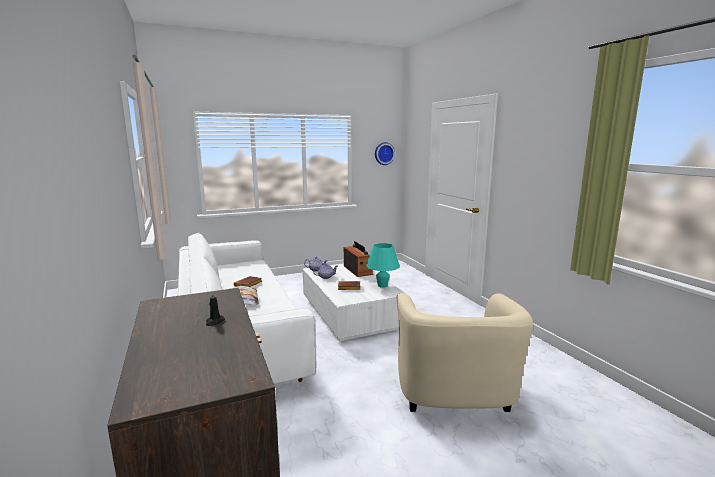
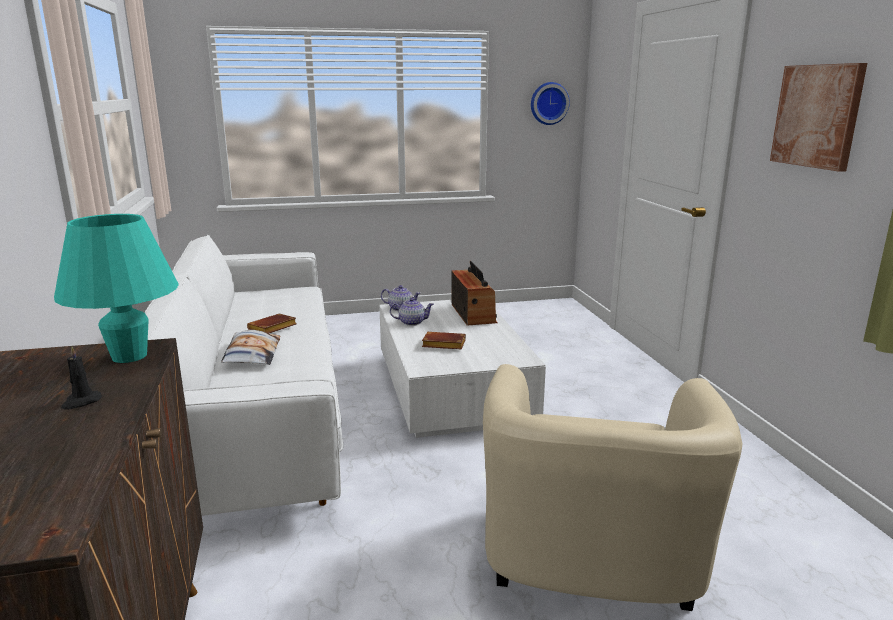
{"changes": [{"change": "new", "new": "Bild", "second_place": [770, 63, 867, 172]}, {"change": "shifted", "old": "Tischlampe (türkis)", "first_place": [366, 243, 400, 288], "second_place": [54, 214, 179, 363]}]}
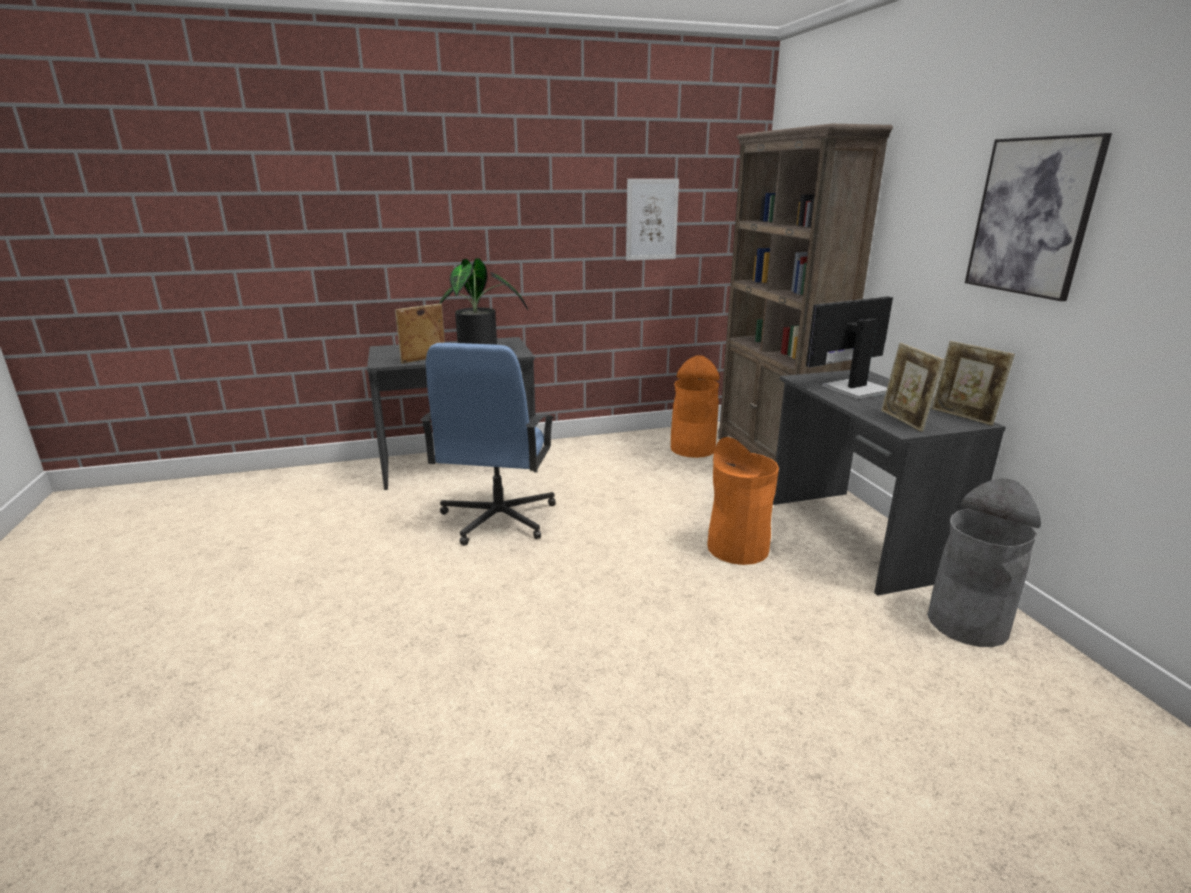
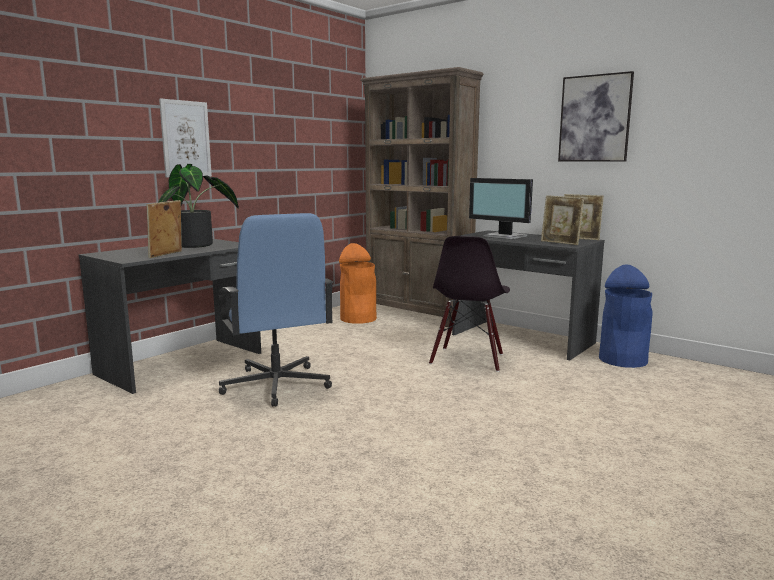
{"changes": [{"change": "shifted", "old": "Bild", "first_place": [626, 179, 679, 261], "second_place": [159, 98, 212, 178]}, {"change": "swapped", "old": "Mülleimer (orange)", "new": "Stuhl (schwarz)", "first_place": [707, 437, 779, 565], "second_place": [429, 236, 510, 372]}, {"change": "repainted", "old": "Mülleimer (grau)", "new": "Mülleimer (blau)", "first_place": [927, 478, 1041, 647], "second_place": [599, 265, 653, 368]}, {"change": "rotated", "old": "Monitor", "first_place": [806, 296, 893, 399], "second_place": [469, 178, 533, 239], "degrees": -75}]}
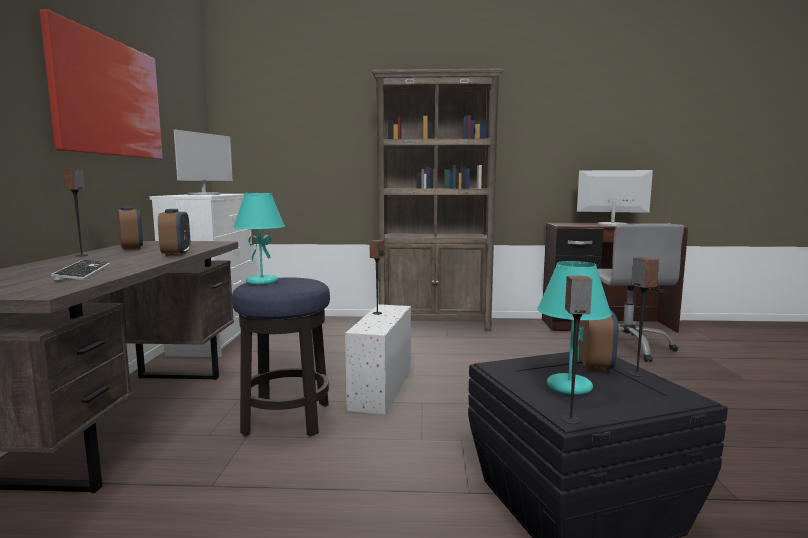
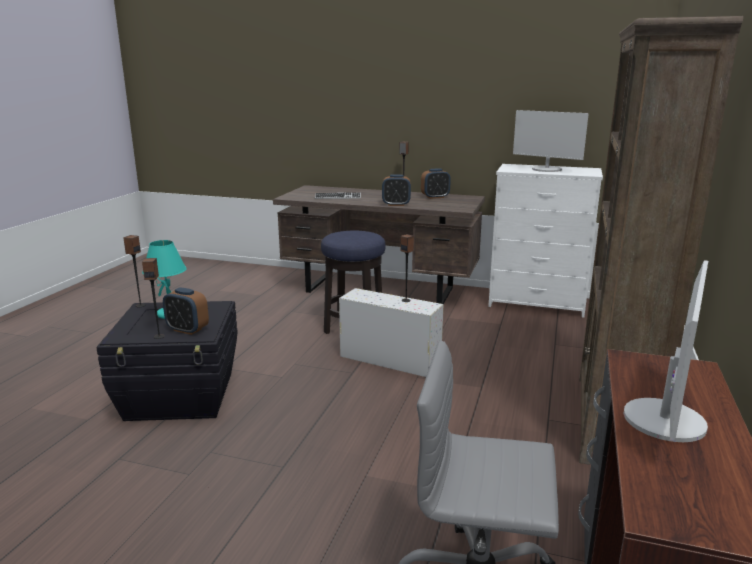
{"changes": [{"change": "gone", "old": "Bild", "first_place": [40, 9, 163, 159]}, {"change": "gone", "old": "Tischlampe (türkis)", "first_place": [233, 193, 285, 285]}]}
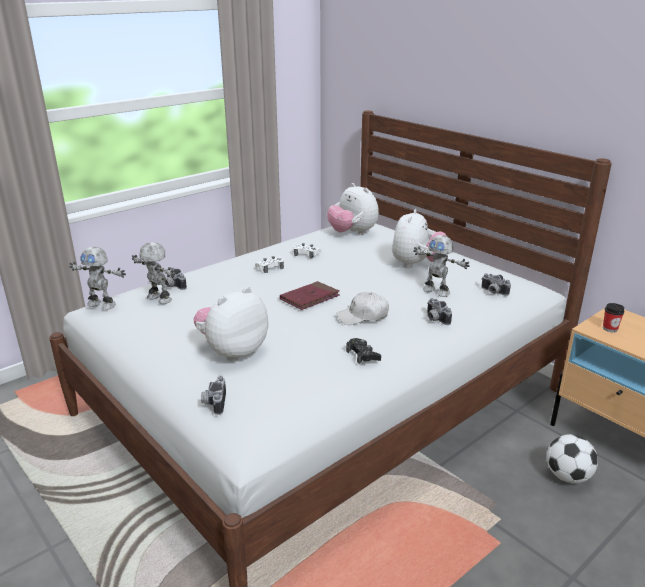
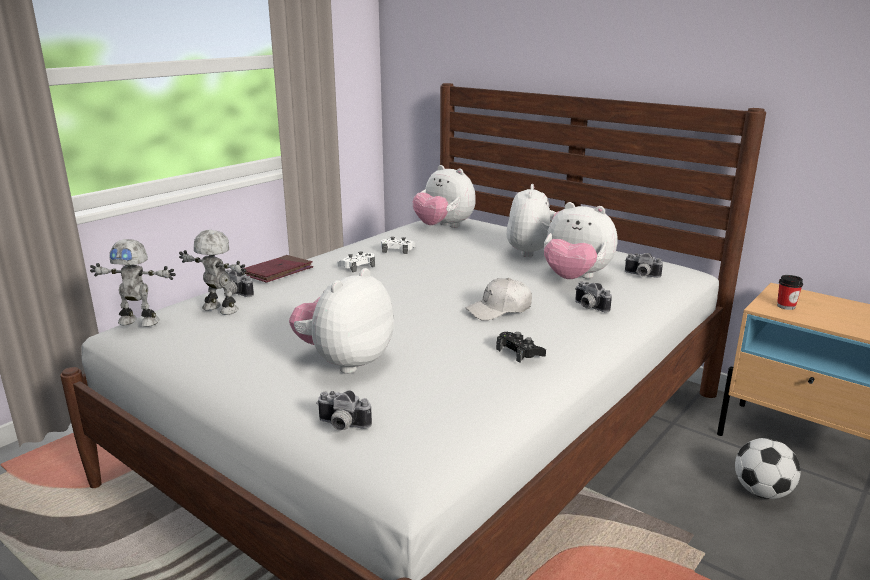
{"changes": [{"change": "shifted", "old": "Buch (rot)", "first_place": [280, 281, 340, 310], "second_place": [244, 255, 313, 282]}, {"change": "swapped", "old": "Spielzeugroboter", "new": "Plüschtier", "first_place": [413, 235, 470, 297], "second_place": [544, 202, 618, 279]}, {"change": "rotated", "old": "Kamera", "first_place": [201, 376, 226, 415], "second_place": [316, 390, 372, 430], "degrees": -60}]}
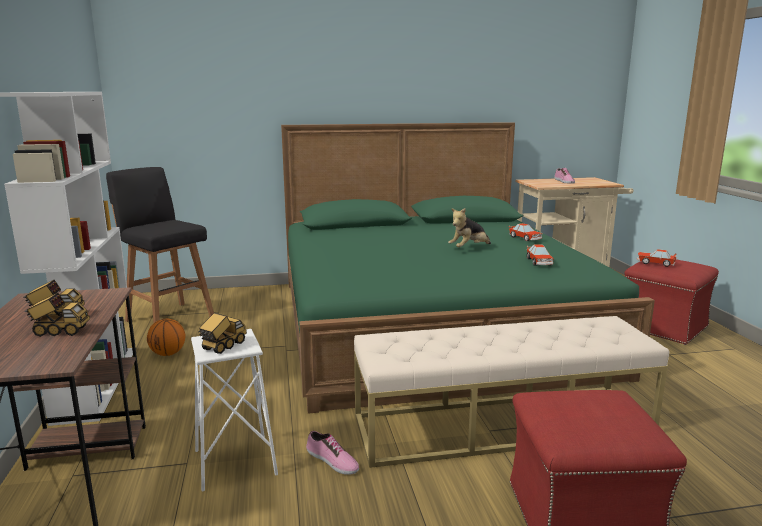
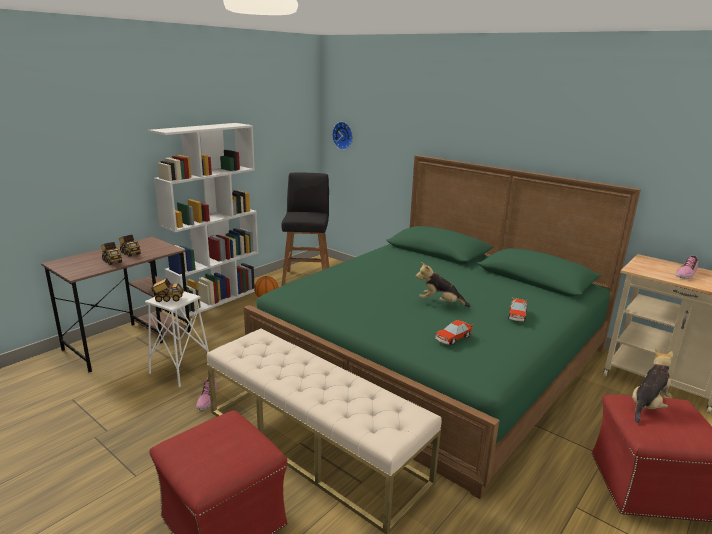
{"changes": [{"change": "new", "new": "Wanduhr", "second_place": [332, 122, 353, 150]}, {"change": "swapped", "old": "Spielzeugauto", "new": "Plüschtier", "first_place": [637, 249, 676, 267], "second_place": [632, 349, 673, 423]}]}
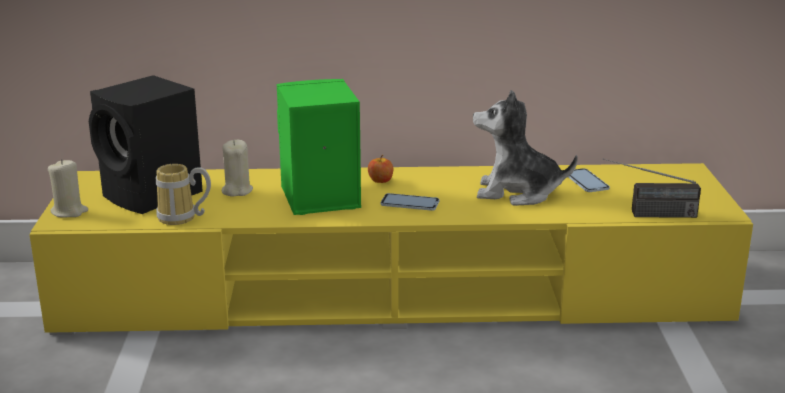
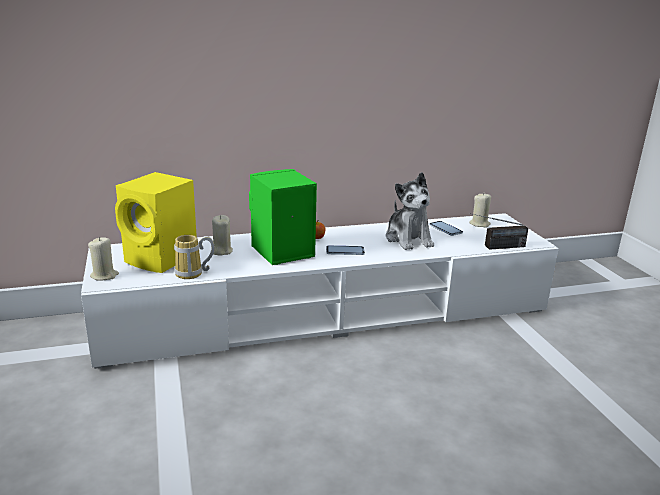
{"changes": [{"change": "new", "new": "Kerze (beige)", "second_place": [469, 193, 491, 227]}, {"change": "repainted", "old": "Fernsehschrank (gelb)", "new": "Fernsehschrank (weiß)", "first_place": [29, 163, 753, 335], "second_place": [81, 213, 559, 369]}, {"change": "repainted", "old": "Lautsprecher (schwarz)", "new": "Lautsprecher (gelb)", "first_place": [89, 75, 203, 214], "second_place": [115, 172, 197, 273]}, {"change": "rotated", "old": "Plüschtier", "first_place": [473, 90, 578, 206], "second_place": [386, 172, 434, 250], "degrees": -105}]}
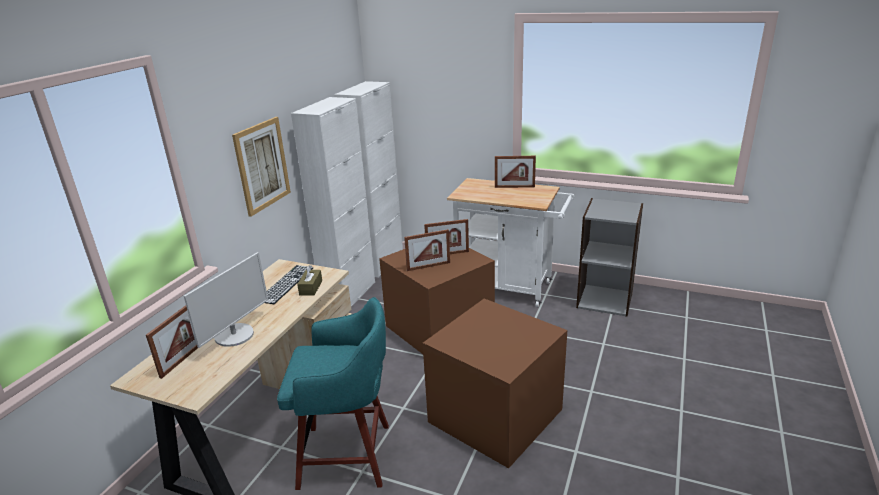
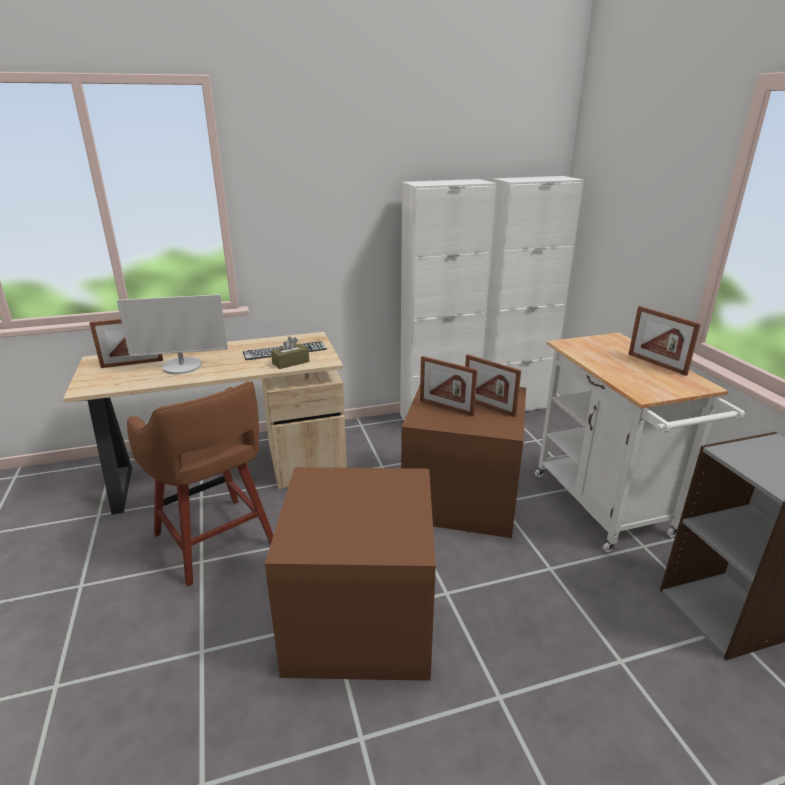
{"changes": [{"change": "gone", "old": "Bild", "first_place": [232, 117, 291, 217]}, {"change": "repainted", "old": "Hocker (türkis)", "new": "Hocker (braun)", "first_place": [277, 297, 389, 490], "second_place": [127, 381, 273, 586]}]}
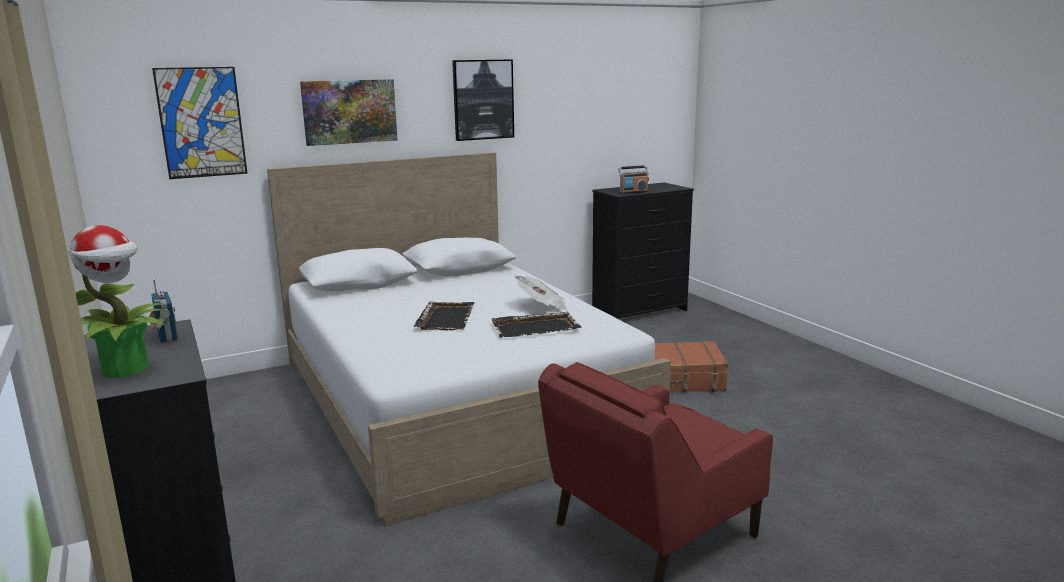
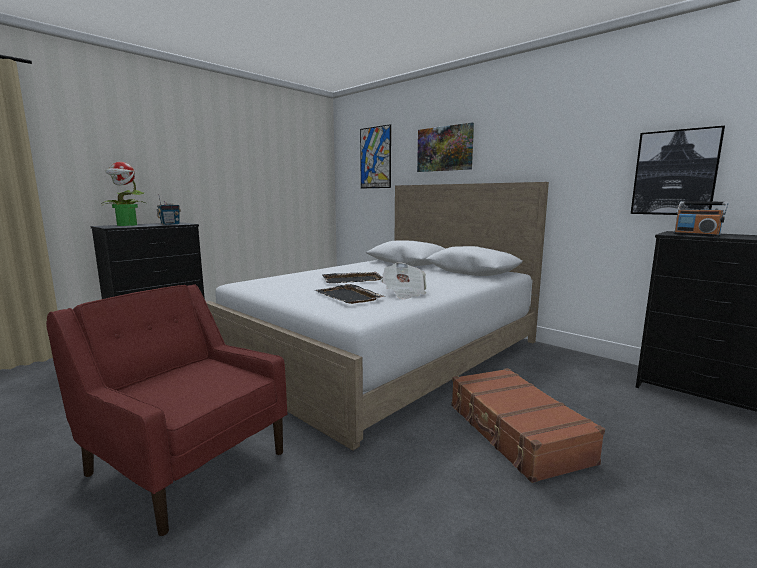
{"changes": [{"change": "shifted", "old": "Bild", "first_place": [452, 59, 514, 141], "second_place": [631, 126, 725, 215]}]}
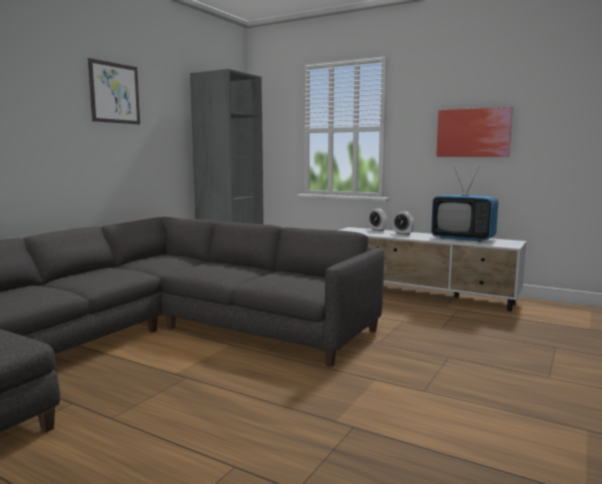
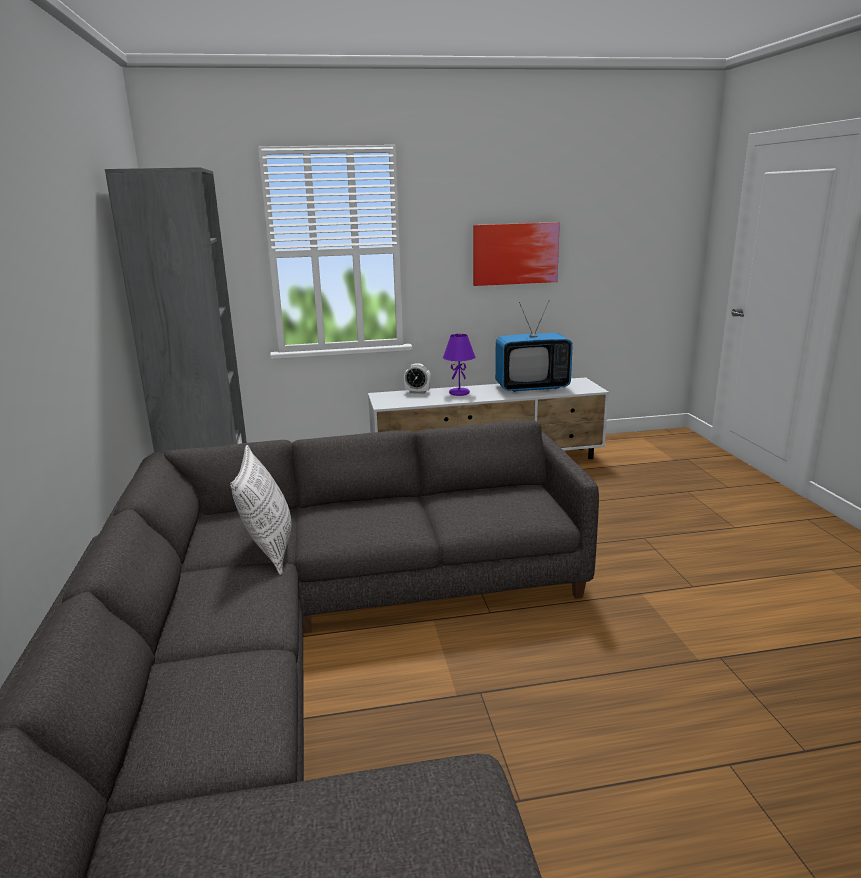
{"changes": [{"change": "gone", "old": "Bild", "first_place": [88, 58, 140, 124]}, {"change": "new", "new": "Kissen", "second_place": [230, 445, 291, 575]}, {"change": "swapped", "old": "Wecker", "new": "Tischlampe (lila)", "first_place": [393, 211, 414, 235], "second_place": [443, 334, 476, 396]}]}
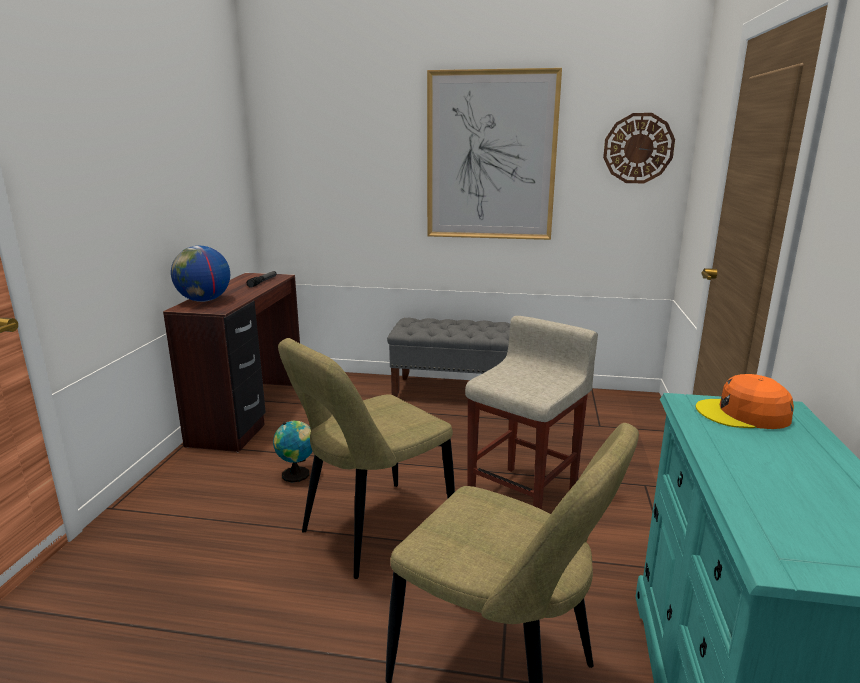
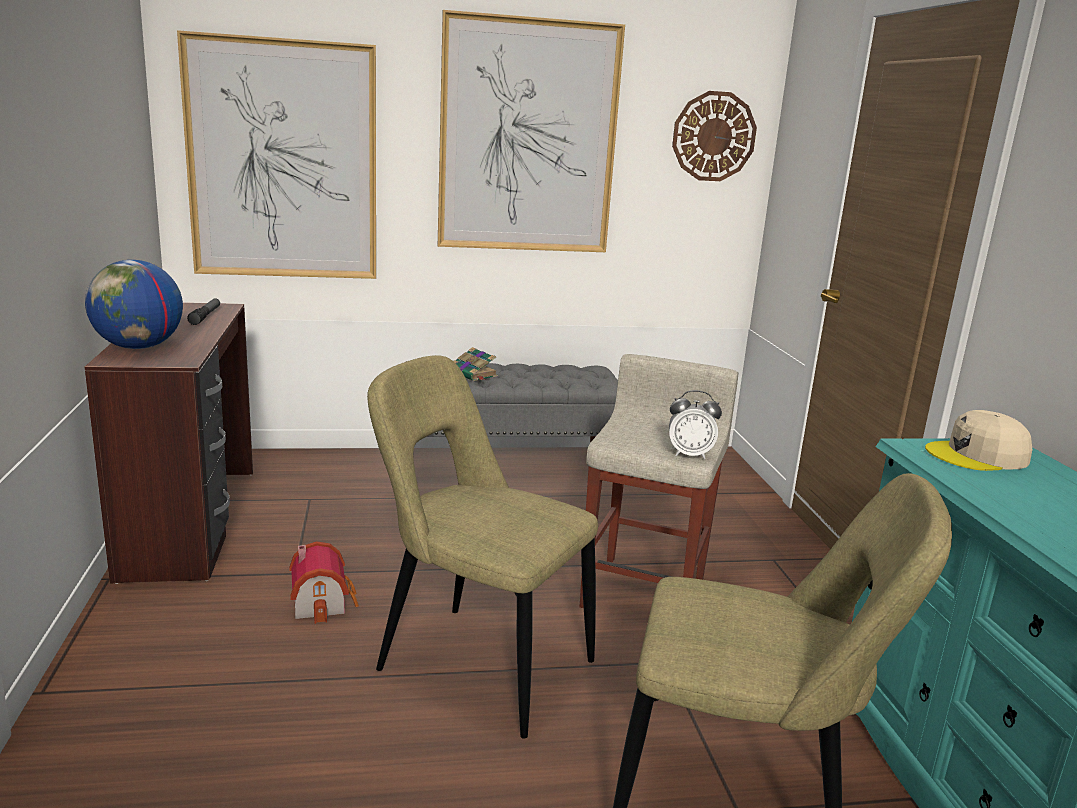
{"changes": [{"change": "new", "new": "Bild", "second_place": [177, 30, 376, 279]}, {"change": "new", "new": "Buch", "second_place": [454, 347, 498, 381]}, {"change": "new", "new": "Wecker", "second_place": [669, 390, 722, 459]}, {"change": "swapped", "old": "Globus", "new": "Spielzeughaus", "first_place": [273, 421, 313, 482], "second_place": [289, 541, 359, 624]}, {"change": "repainted", "old": "Kappe (orange)", "new": "Kappe (beige)", "first_place": [696, 374, 794, 429], "second_place": [925, 410, 1033, 471]}, {"change": "rotated", "old": "Stuhl (beige)", "first_place": [278, 338, 455, 579], "second_place": [367, 355, 598, 739], "degrees": 90}]}
